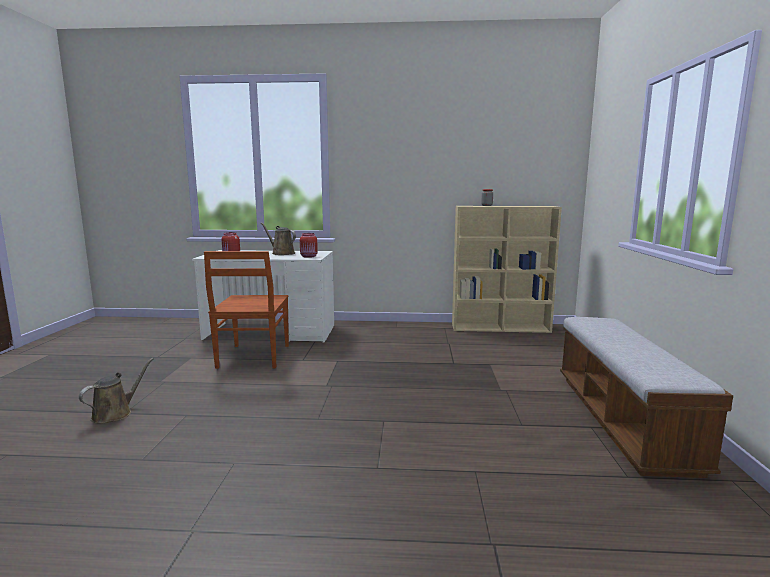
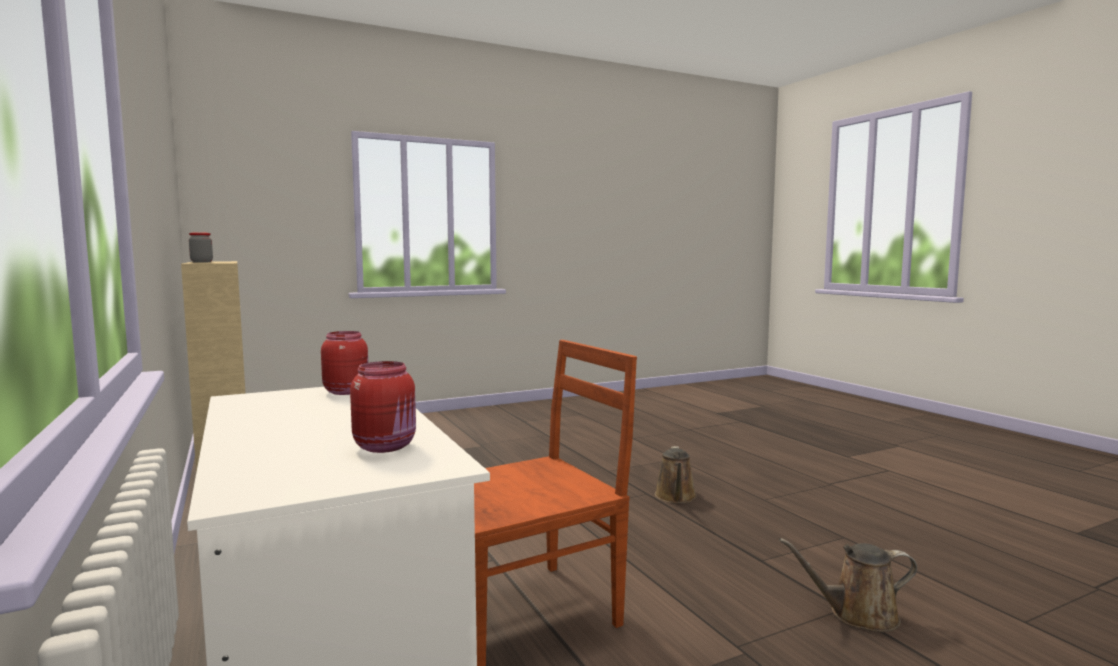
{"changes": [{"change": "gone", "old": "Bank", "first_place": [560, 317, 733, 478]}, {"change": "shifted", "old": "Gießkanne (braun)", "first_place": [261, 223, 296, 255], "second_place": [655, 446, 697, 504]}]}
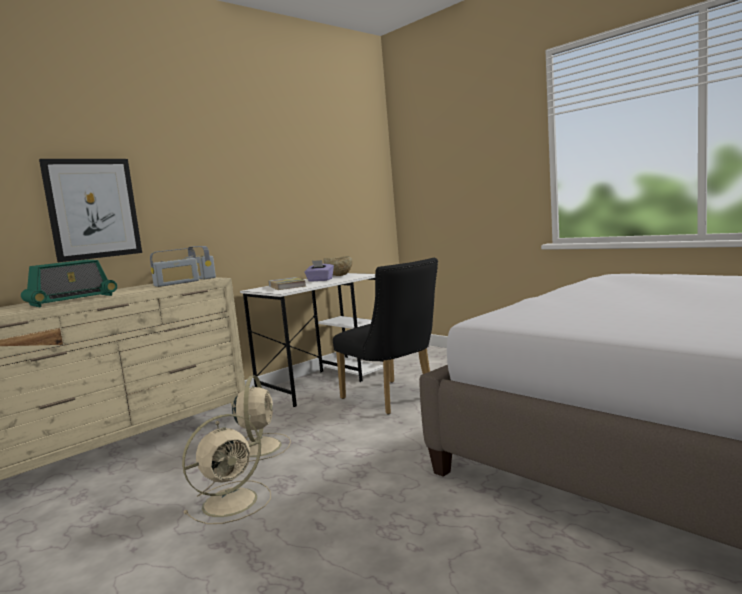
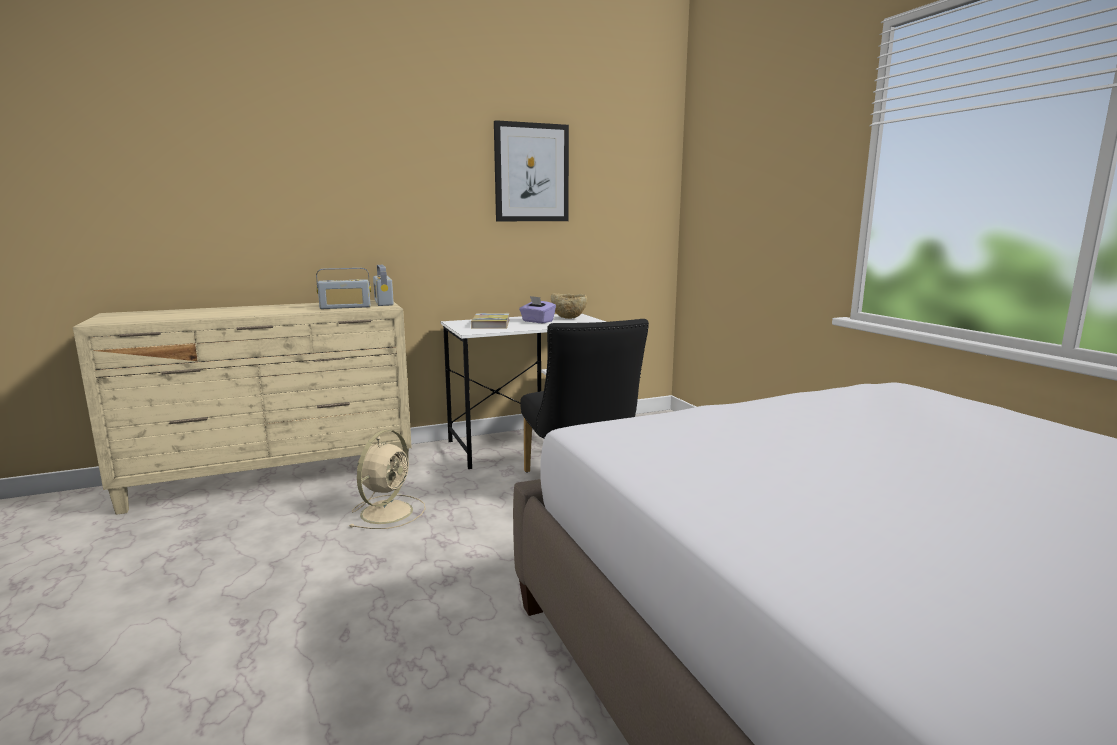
{"changes": [{"change": "gone", "old": "Radio", "first_place": [21, 260, 117, 308]}, {"change": "gone", "old": "Ventilator (beige)", "first_place": [182, 414, 271, 524]}, {"change": "shifted", "old": "Bild", "first_place": [39, 159, 142, 262], "second_place": [494, 120, 569, 221]}]}
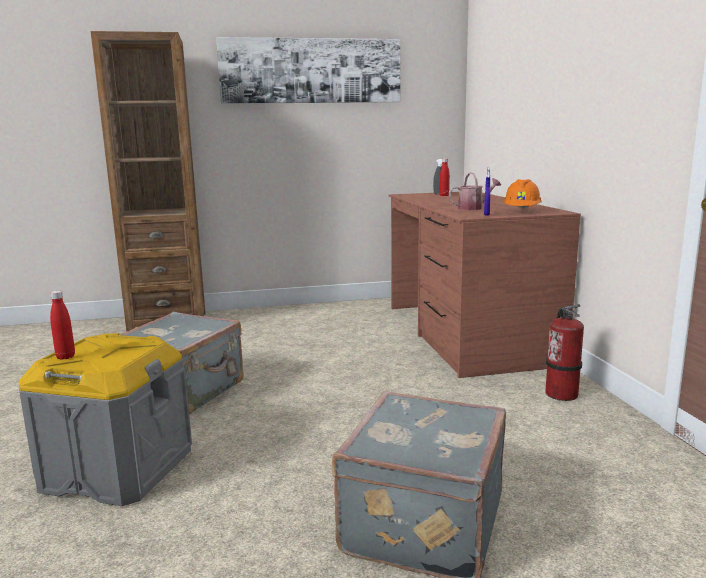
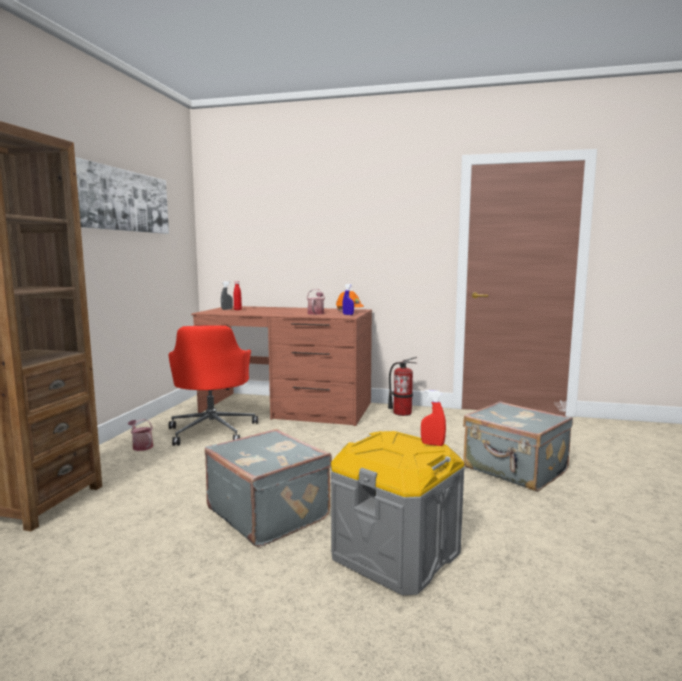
{"changes": [{"change": "gone", "old": "Flasche (rot)", "first_place": [50, 291, 75, 360]}, {"change": "new", "new": "Gießkanne", "second_place": [128, 419, 153, 451]}, {"change": "new", "new": "Bürostuhl (rot)", "second_place": [169, 325, 258, 446]}, {"change": "new", "new": "Sprühflasche (rot)", "second_place": [421, 390, 446, 446]}]}
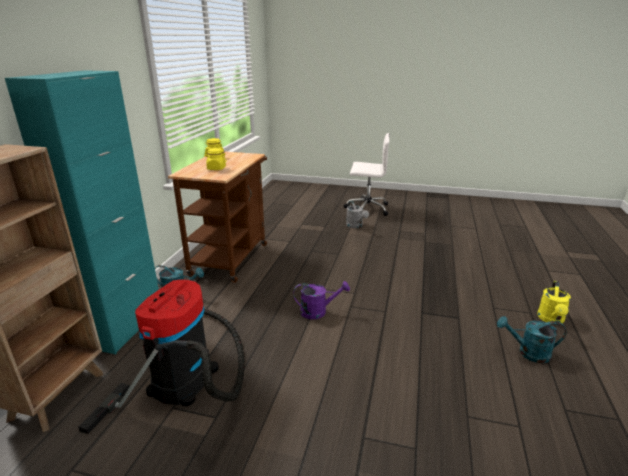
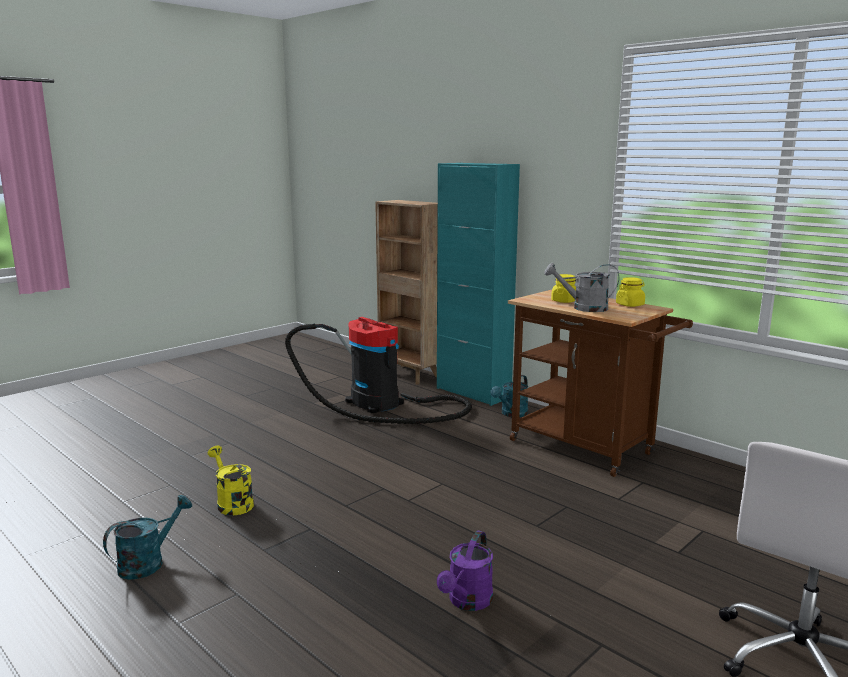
{"changes": [{"change": "shifted", "old": "Gießkanne (lila)", "first_place": [293, 281, 350, 319], "second_place": [437, 531, 493, 611]}, {"change": "shifted", "old": "Gießkanne (grau)", "first_place": [346, 201, 369, 228], "second_place": [544, 263, 619, 312]}, {"change": "shifted", "old": "Gießkanne (gelb)", "first_place": [537, 281, 571, 325], "second_place": [208, 446, 254, 516]}]}
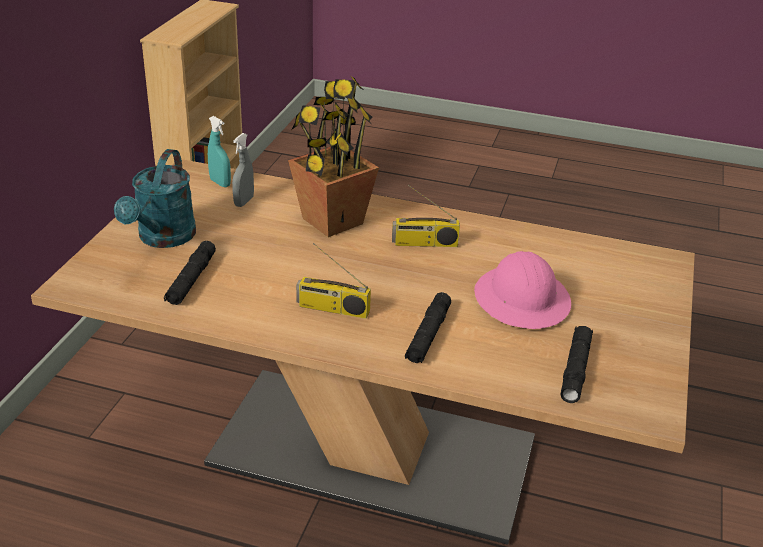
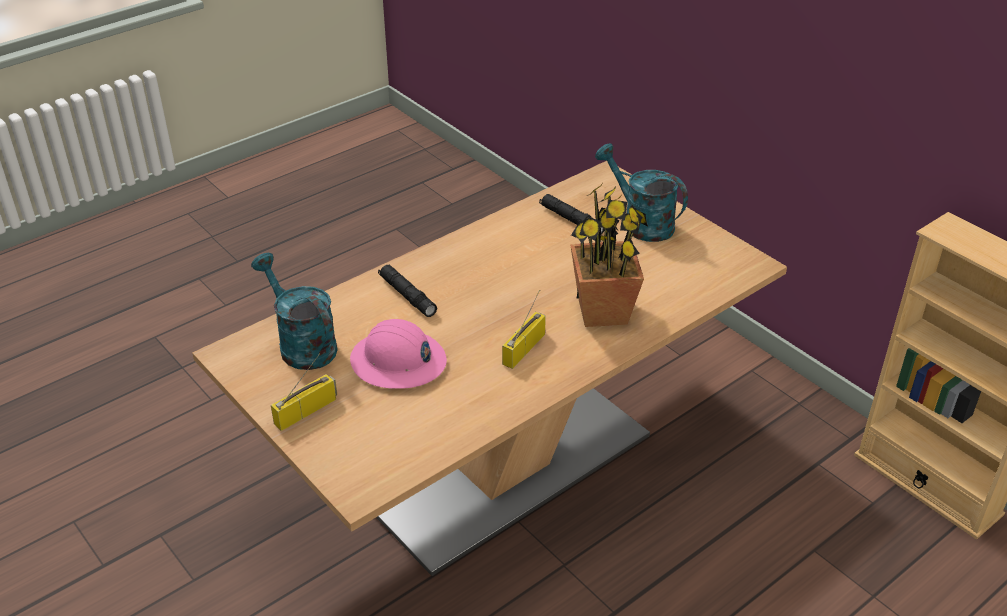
{"changes": [{"change": "gone", "old": "Sprühflasche (türkis)", "first_place": [208, 116, 231, 187]}, {"change": "gone", "old": "Sprühflasche (grau)", "first_place": [232, 133, 254, 207]}, {"change": "shifted", "old": "Radio", "first_place": [296, 243, 371, 319], "second_place": [271, 353, 337, 431]}, {"change": "swapped", "old": "Taschenlampe (schwarz)", "new": "Gießkanne (türkis)", "first_place": [560, 326, 593, 403], "second_place": [251, 253, 338, 370]}]}
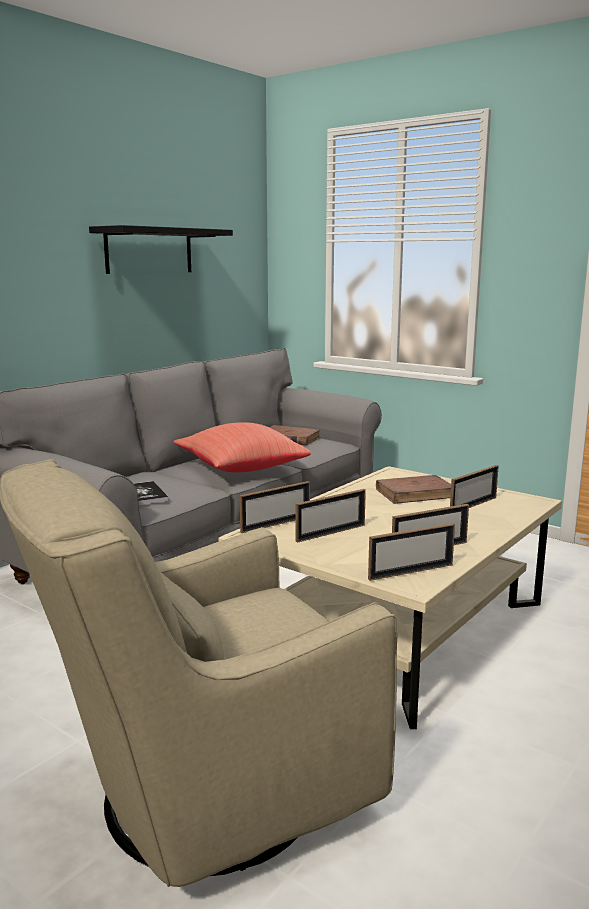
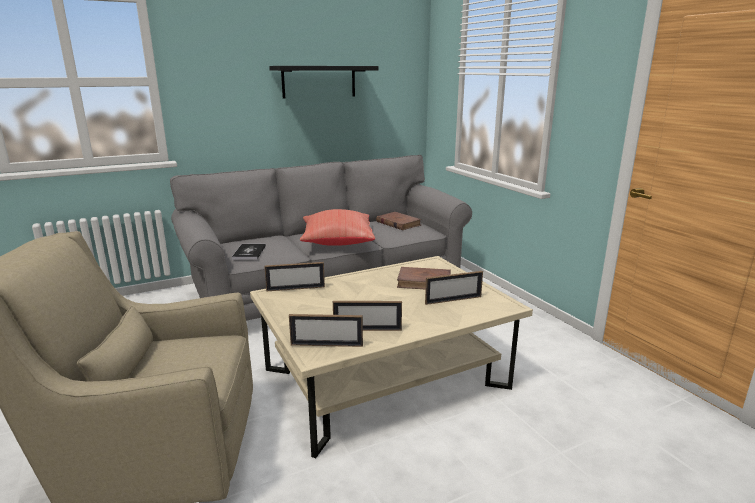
{"changes": [{"change": "gone", "old": "Bilderrahmen", "first_place": [296, 489, 366, 543]}]}
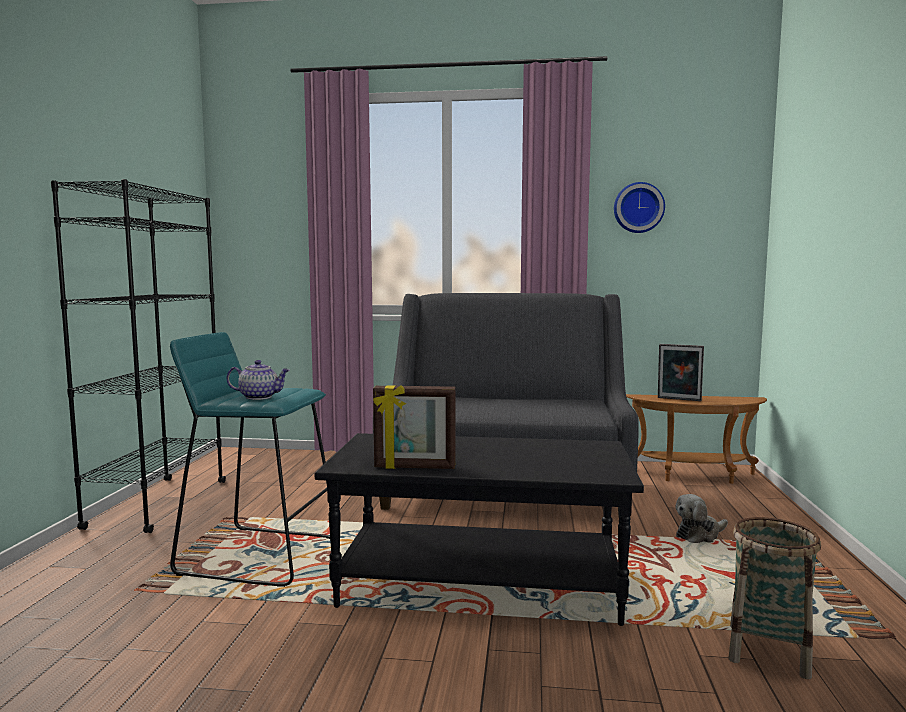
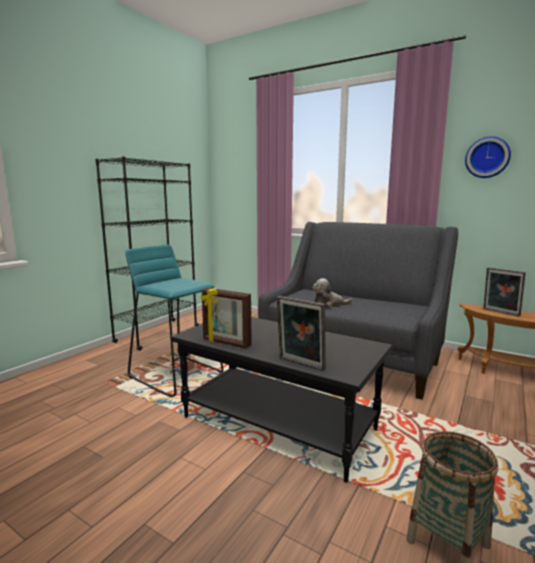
{"changes": [{"change": "gone", "old": "Teekanne", "first_place": [227, 360, 290, 400]}, {"change": "new", "new": "Bilderrahmen", "second_place": [277, 296, 326, 371]}, {"change": "shifted", "old": "Plüschtier", "first_place": [675, 494, 728, 543], "second_place": [312, 278, 353, 308]}]}
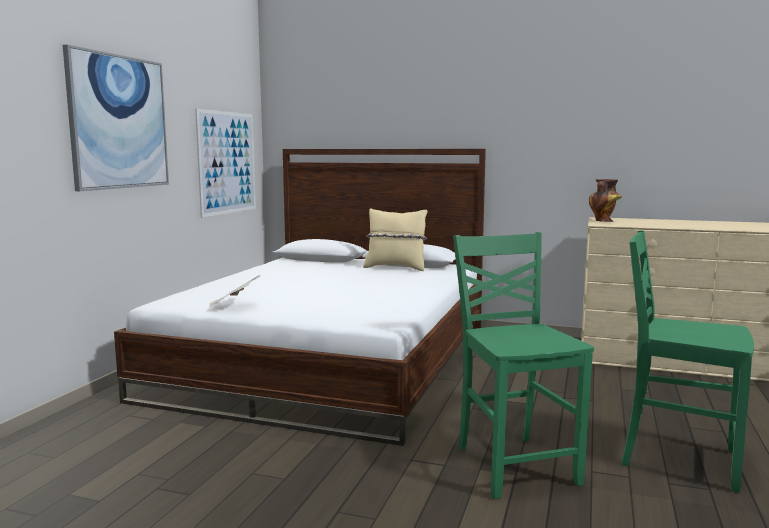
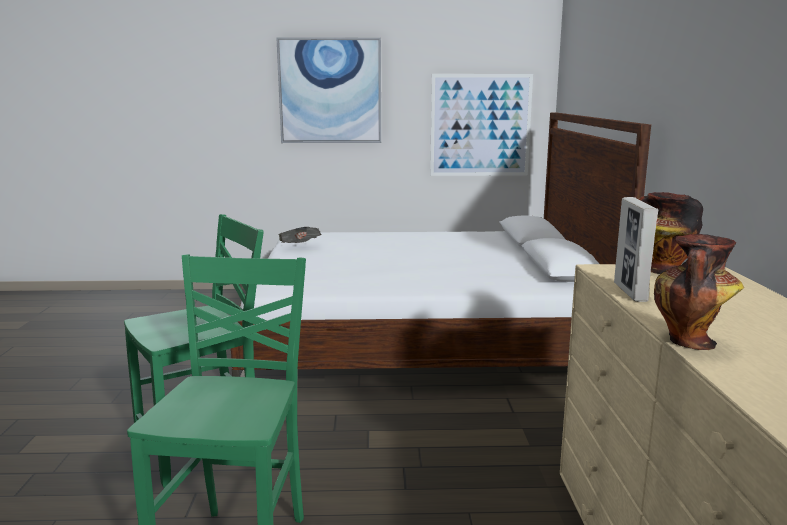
{"changes": [{"change": "gone", "old": "Kissen (beige)", "first_place": [363, 208, 428, 271]}, {"change": "new", "new": "Bilderrahmen", "second_place": [614, 197, 658, 302]}, {"change": "new", "new": "Vase", "second_place": [654, 234, 744, 350]}]}
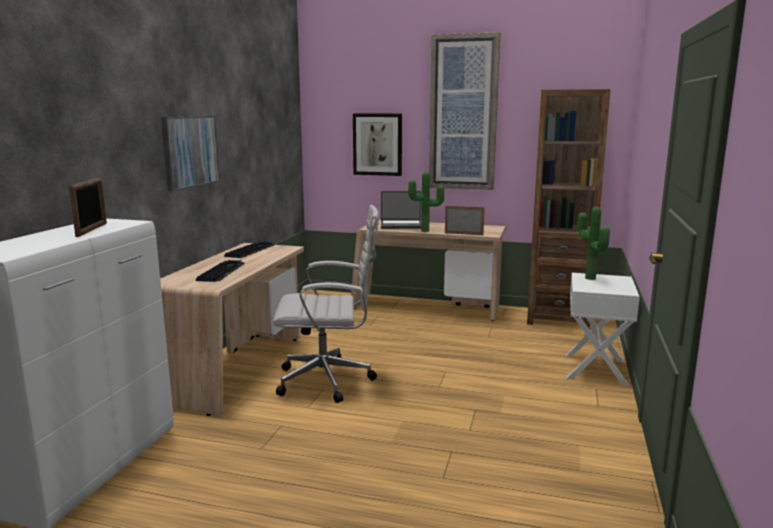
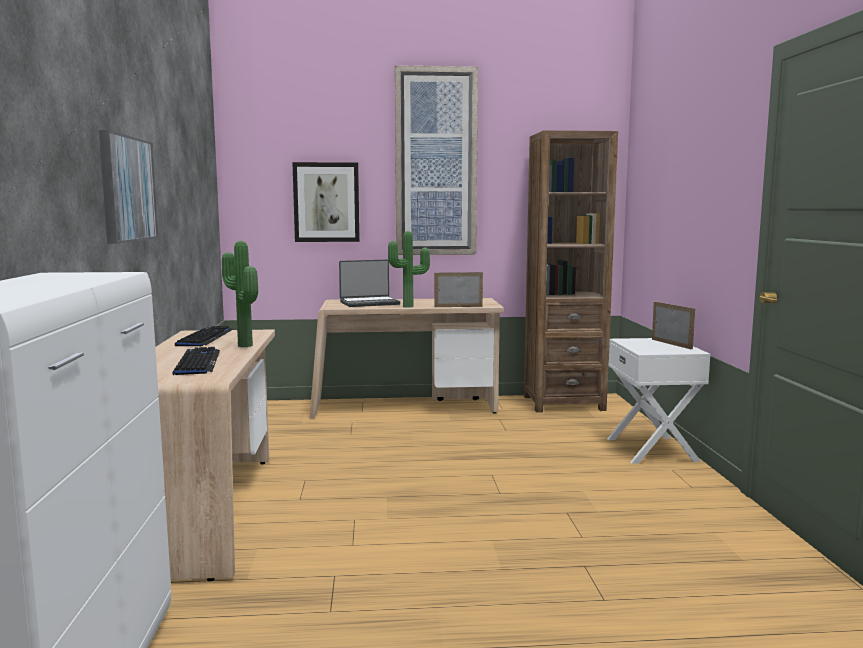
{"changes": [{"change": "gone", "old": "Bürostuhl (weiß)", "first_place": [273, 205, 379, 403]}, {"change": "shifted", "old": "Bilderrahmen", "first_place": [69, 178, 107, 237], "second_place": [652, 302, 695, 349]}, {"change": "shifted", "old": "Topfpflanze", "first_place": [577, 207, 610, 280], "second_place": [222, 241, 258, 347]}]}
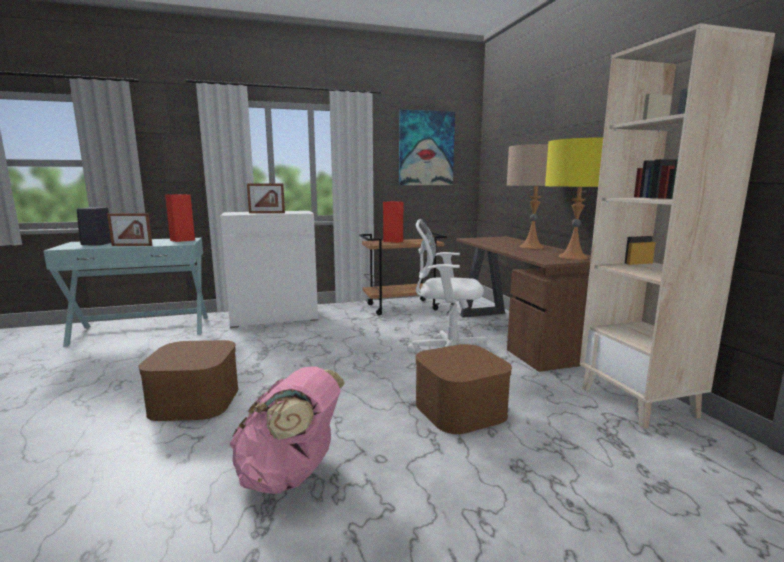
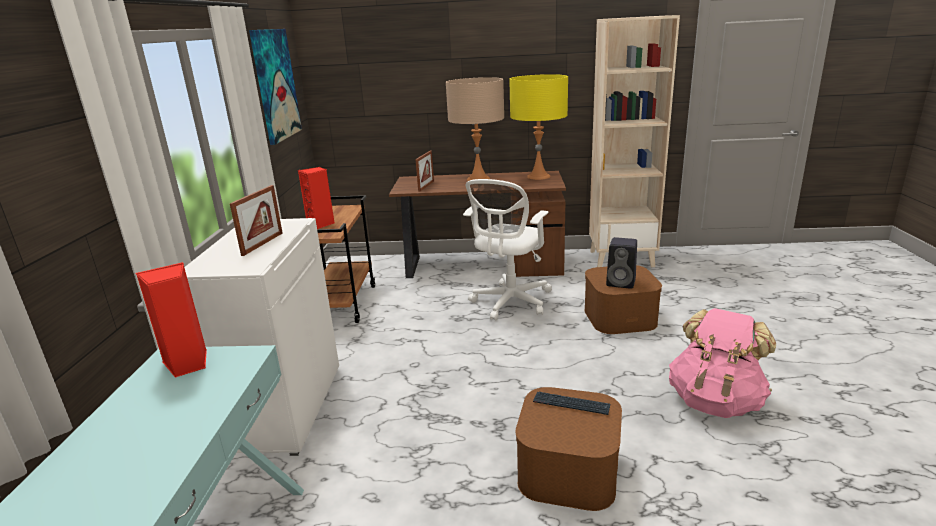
{"changes": [{"change": "new", "new": "Tastatur", "second_place": [533, 392, 610, 415]}, {"change": "shifted", "old": "Lautsprecher (schwarz)", "first_place": [77, 207, 111, 245], "second_place": [606, 237, 637, 289]}, {"change": "shifted", "old": "Bilderrahmen", "first_place": [107, 213, 153, 246], "second_place": [415, 151, 434, 192]}]}
